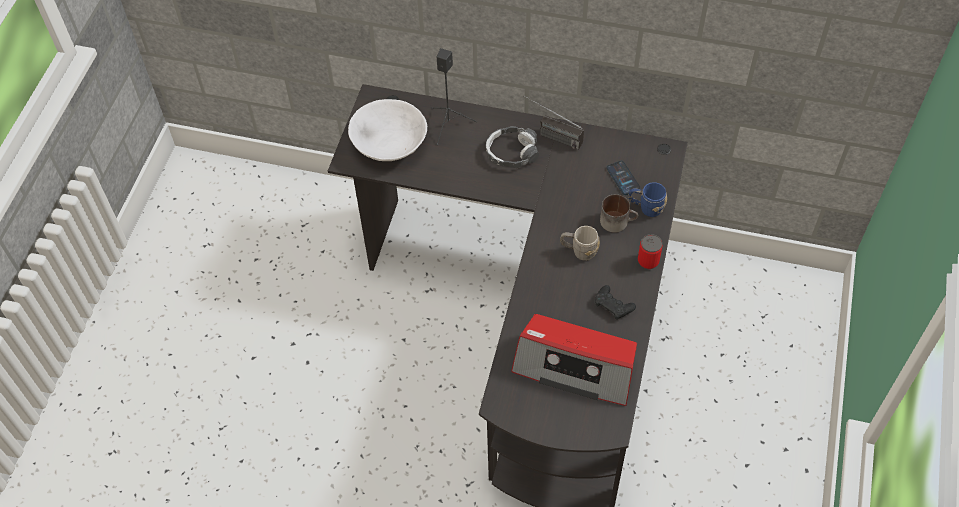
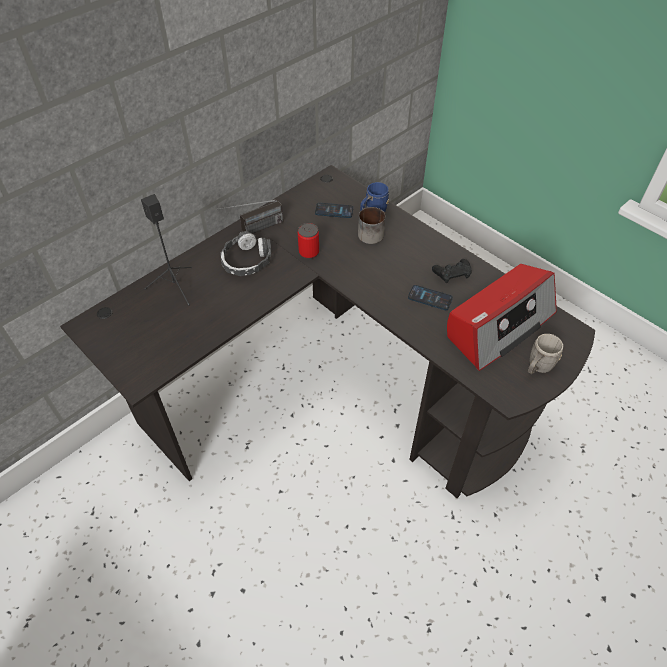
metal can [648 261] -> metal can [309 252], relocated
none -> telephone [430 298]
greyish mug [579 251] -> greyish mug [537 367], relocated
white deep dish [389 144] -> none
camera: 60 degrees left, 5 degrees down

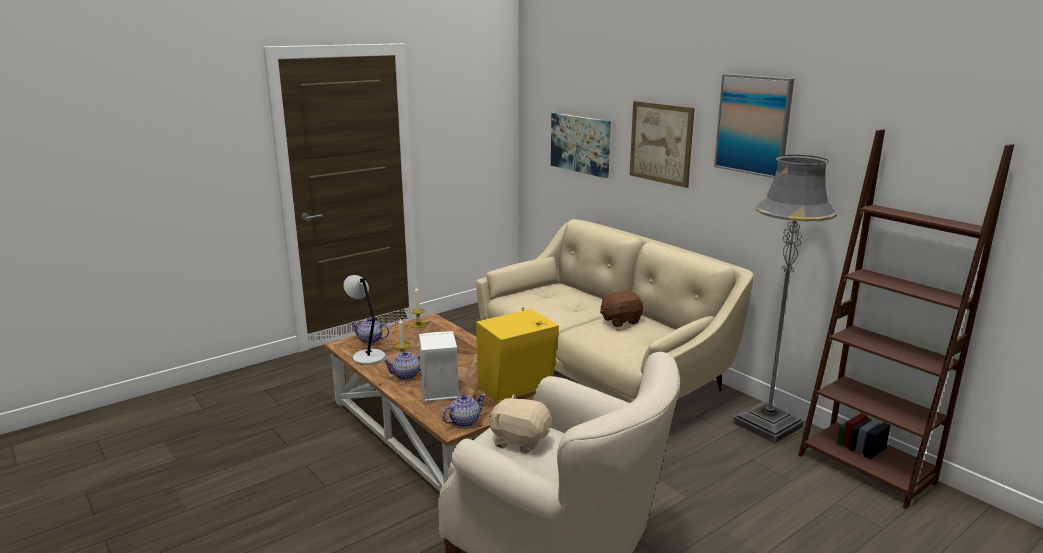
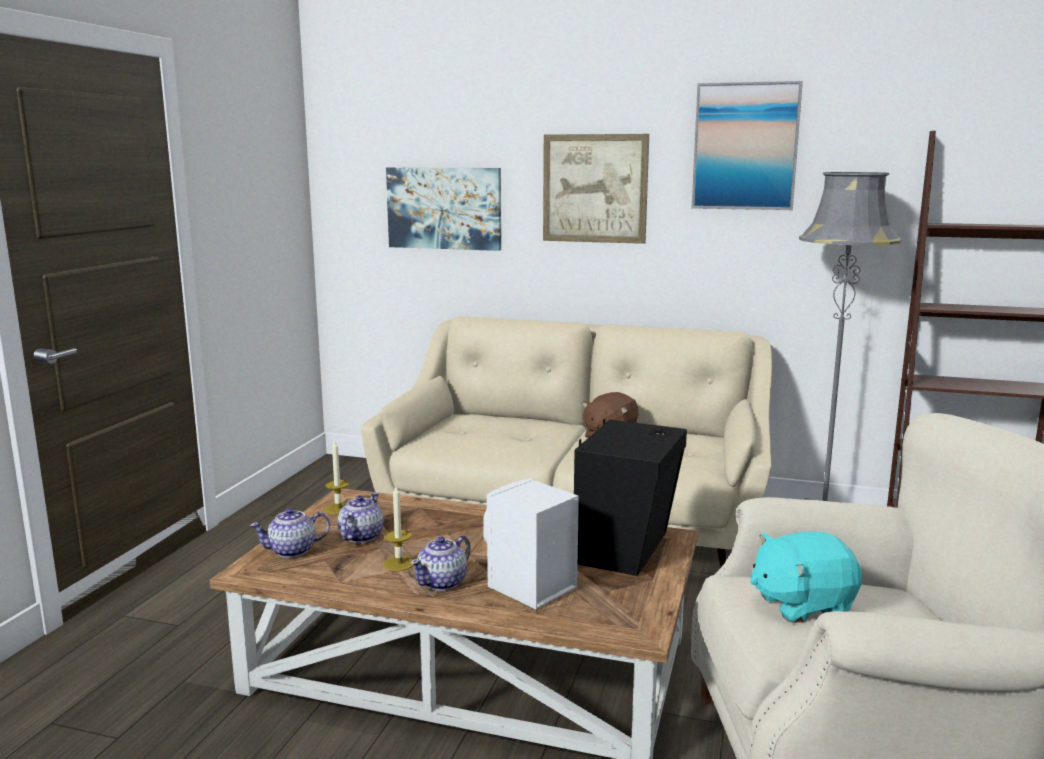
pot for tea [464 422] -> pot for tea [360 536], relocated
yellow loudspeaker [518 388] -> black-coloured loudspeaker [627 548]
sand-coloured soft toy [520 441] -> turquoise-coloured soft toy [801 604]
greyish tabletop lamp [367 357] -> none
camera: 35 degrees left, 5 degrees down

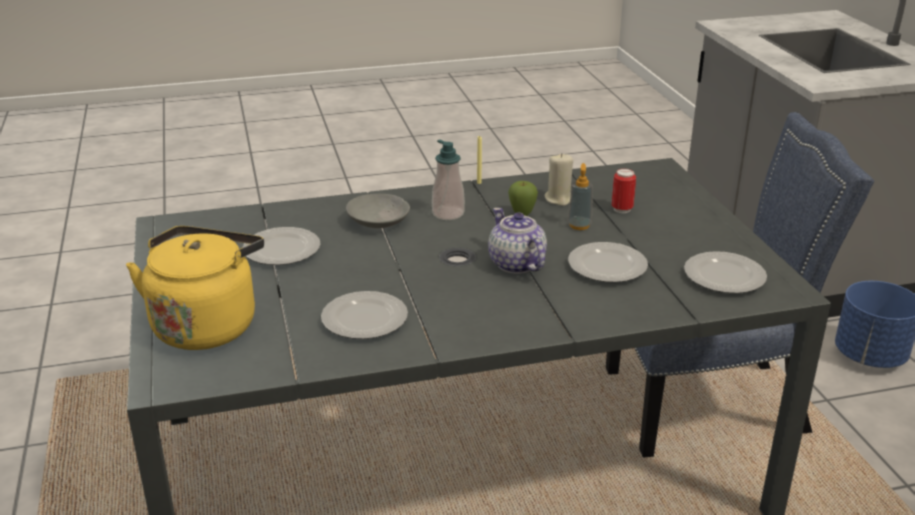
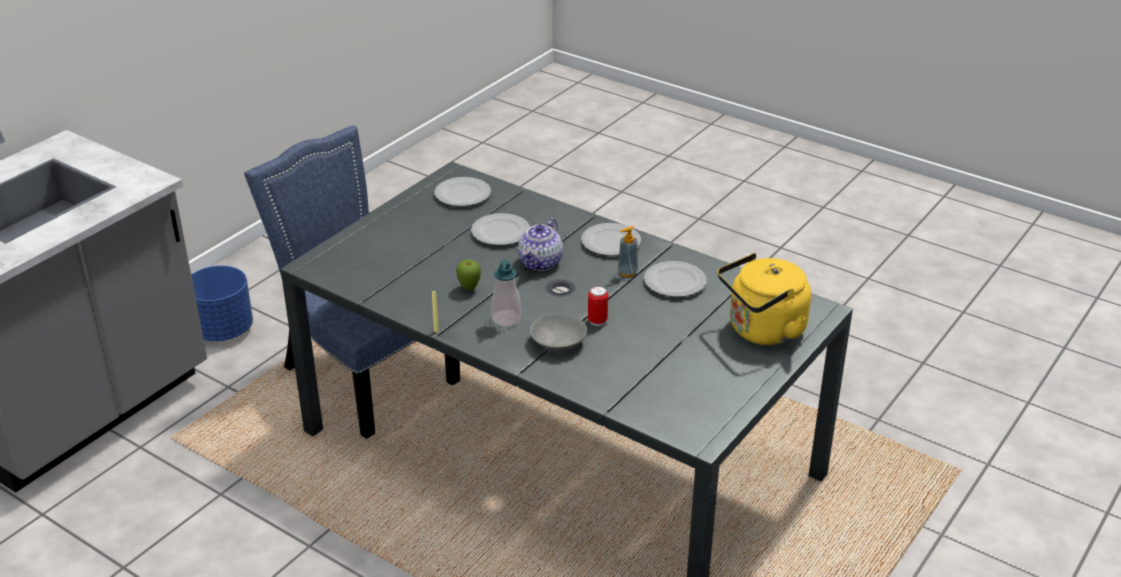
plate [281 250] -> plate [611 243], relocated
metal can [622 209] -> metal can [597 321], relocated
soap dispenser [579 225] -> soap dispenser [627 272], relocated
sand-coloured candle [559 199] -> none
camera: 130 degrees left, 5 degrees up

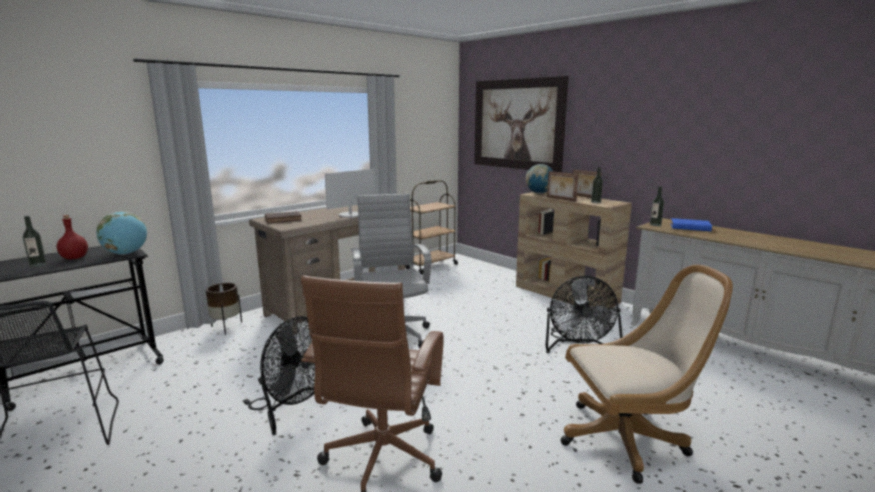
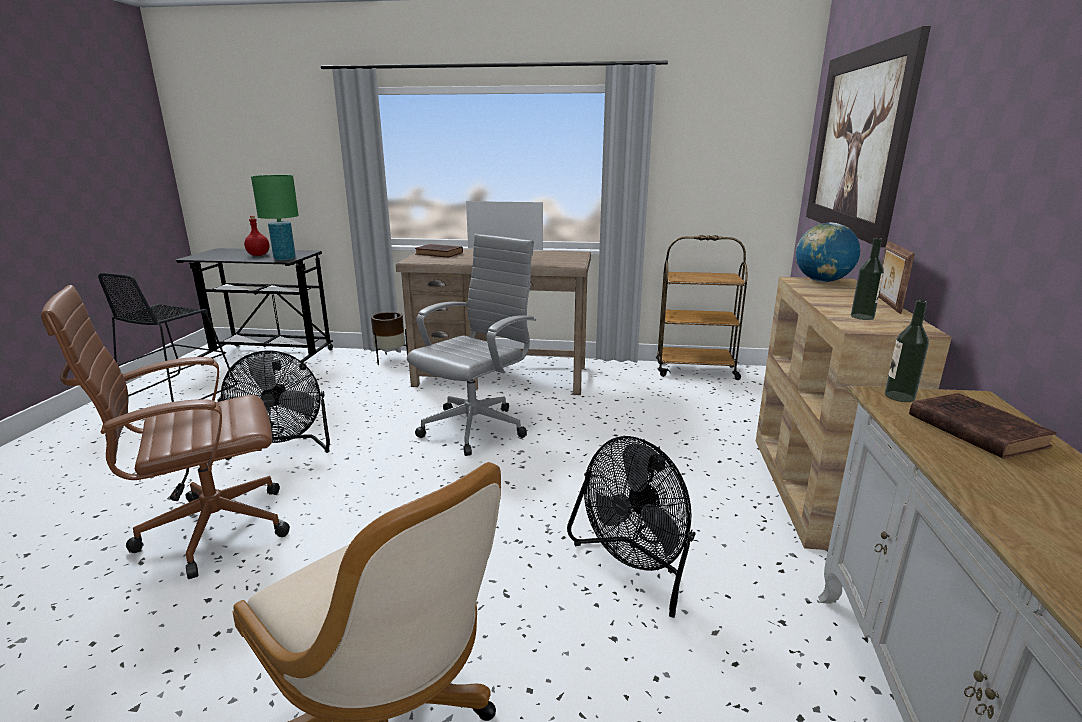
globe [126 253] -> green tabletop lamp [284 259]
bluish book [688 227] -> brown-coloured book [973 429]
drink bottle [38 265] -> none
standing frame [561 199] -> none
camera: 50 degrees right, 5 degrees up

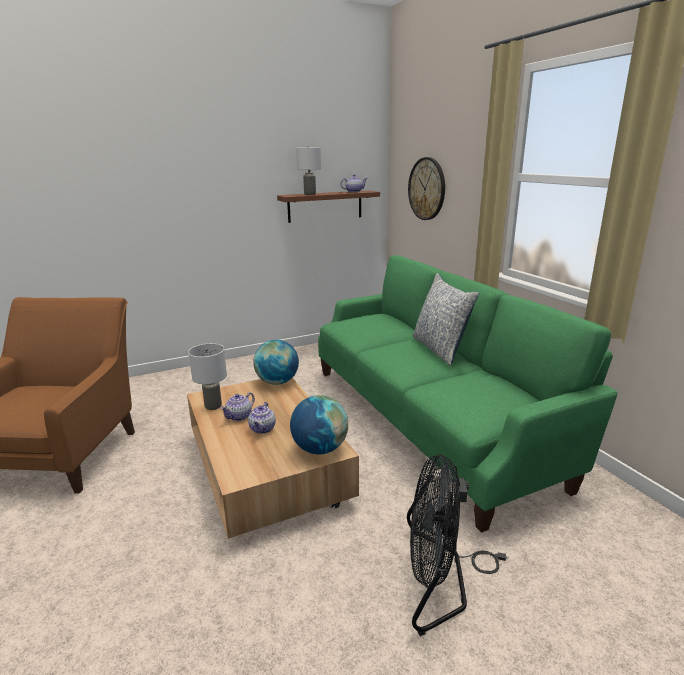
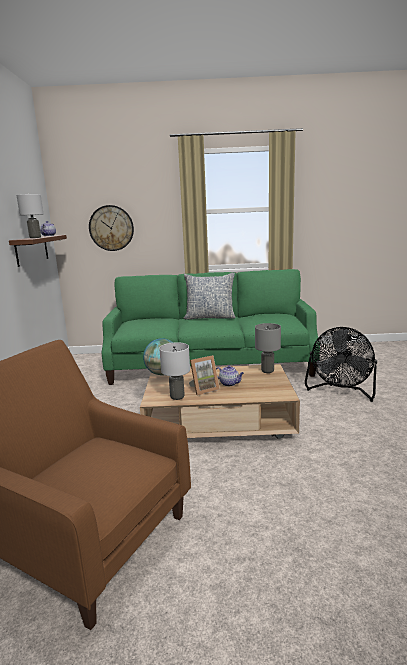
pot for tea [239 416] -> standing frame [204 389]
globe [320 449] -> greyish tabletop lamp [266 371]
camera: 65 degrees left, 5 degrees down

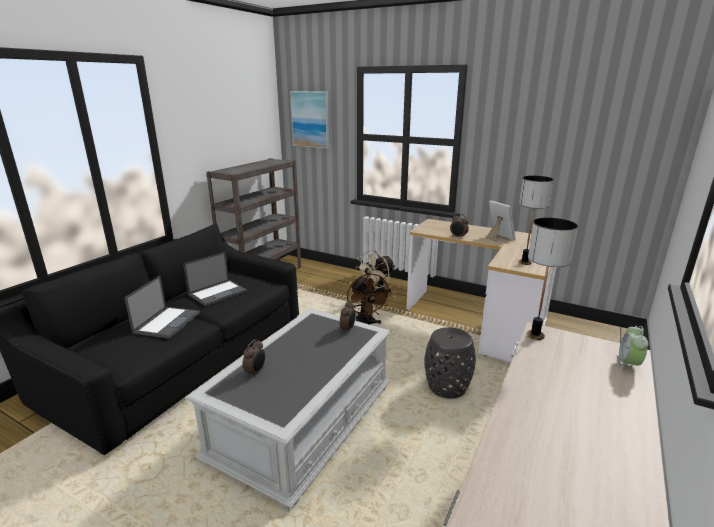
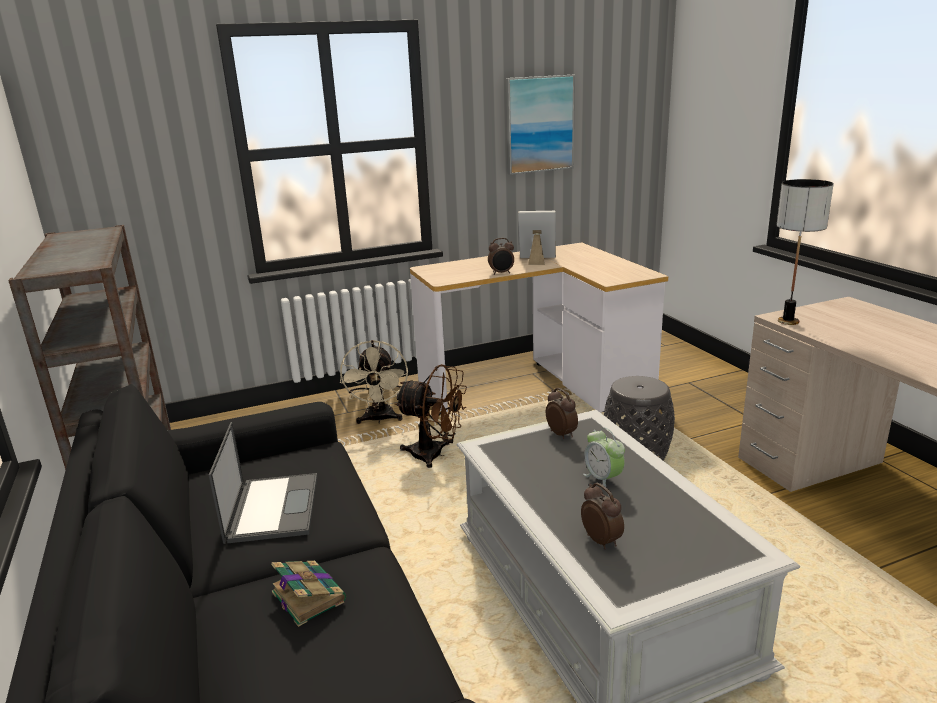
portable computer [167 322] -> book [307 595]
wall art [310 119] -> wall art [539 124], relocated
bedside clock [628 364] -> bedside clock [603 479], relocated
tabletop lamp [525 262] -> none
camera: 50 degrees left, 0 degrees up

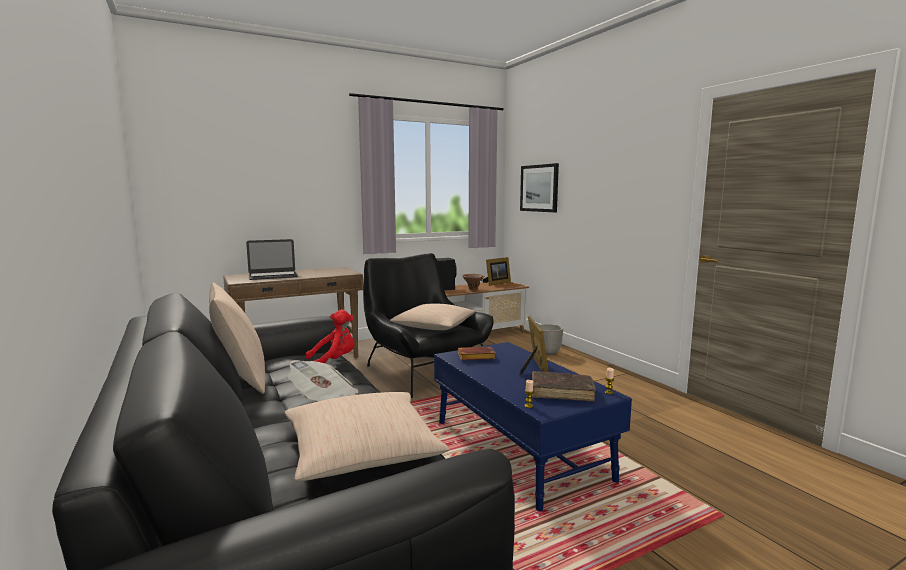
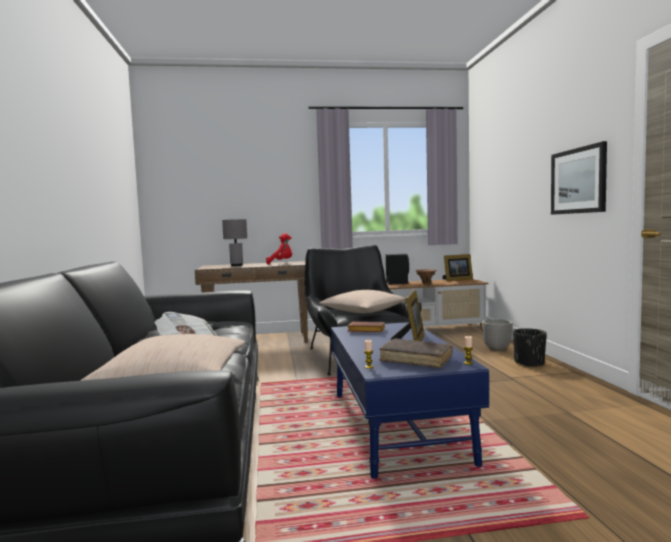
portable computer [273 276] -> greyish tabletop lamp [237 265]
red soft toy [334 361] -> red soft toy [280 263], relocated
none -> black-coloured flower pot [529 363]
wall art [539 188] -> wall art [578 181], relocated
sand-coloured throw pillow [240 379] -> none
camera: 20 degrees right, 5 degrees down

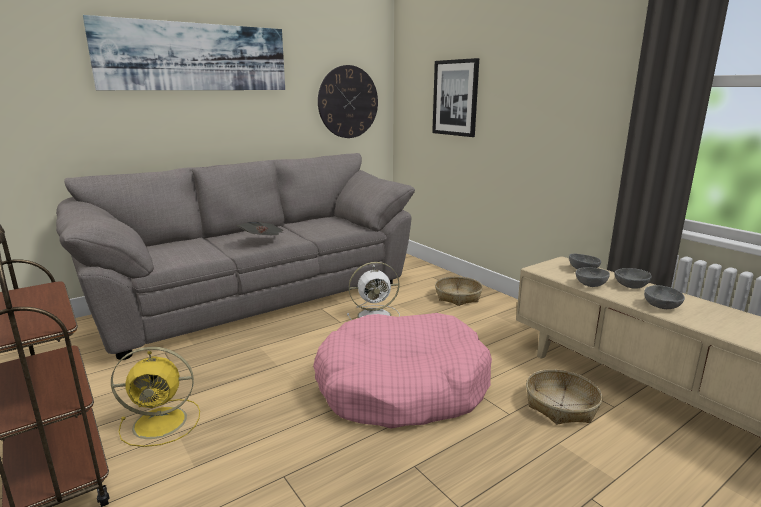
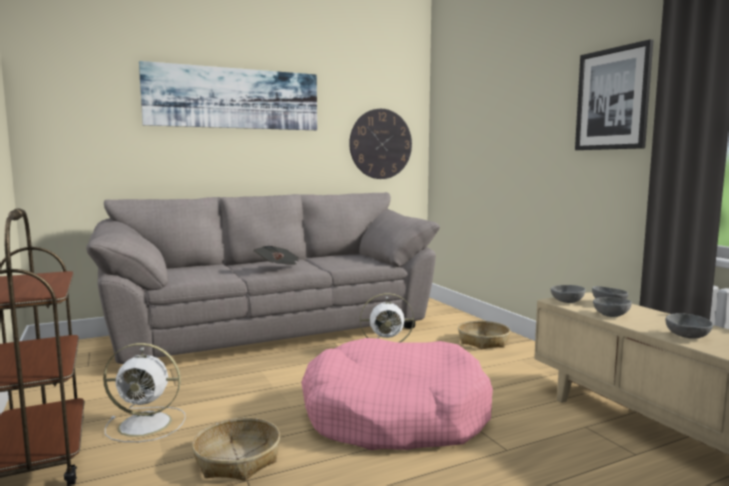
yellow electric fan [162 422] -> white electric fan [147 424]
storage basket [561 405] -> storage basket [237 460], relocated
greyish deep dish [630 286] -> greyish deep dish [566 301], relocated
wall art [455 98] -> wall art [612 99], relocated
camera: 10 degrees right, 10 degrees down

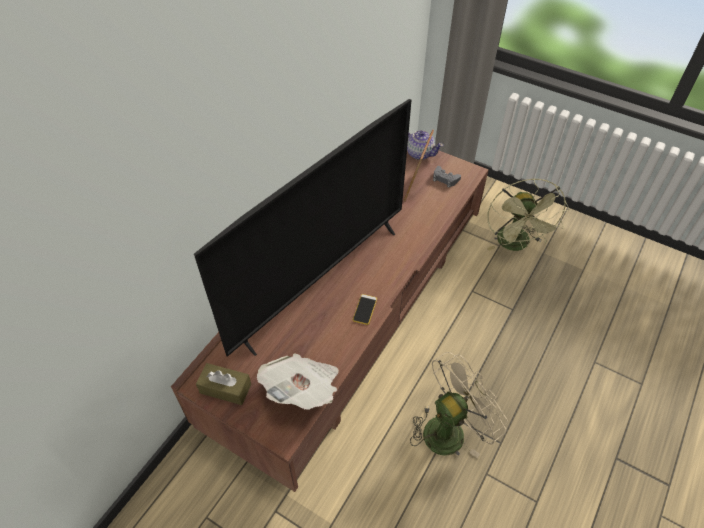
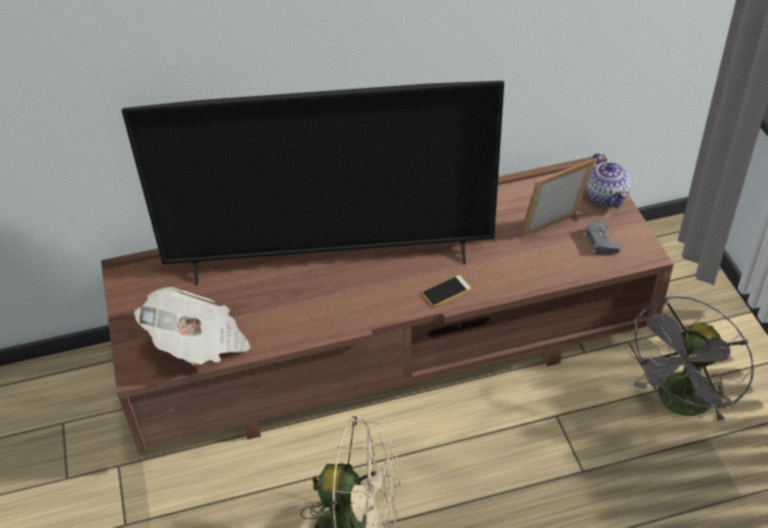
telephone [364 309] -> telephone [446 291], relocated
green electric fan [516 245] -> greyish electric fan [680 405]
brown-coloured tissue holder [225 388] -> none
camera: 45 degrees right, 5 degrees down

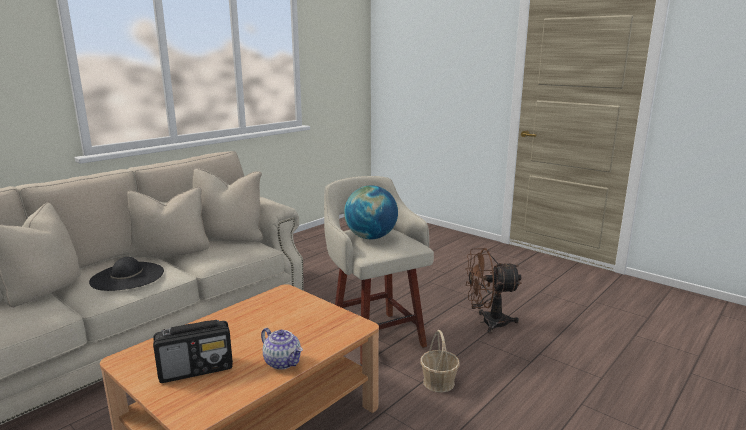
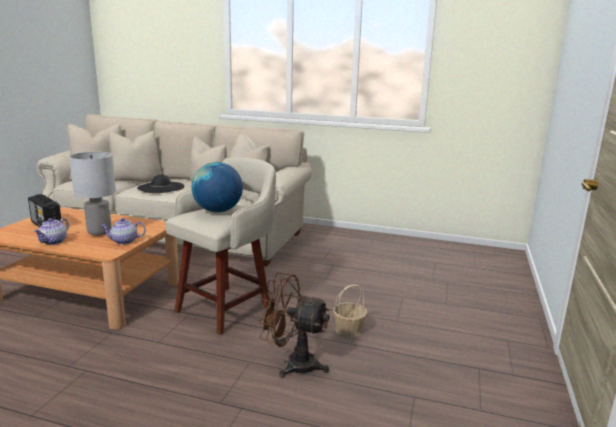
none -> greyish tabletop lamp [100 233]
none -> pot for tea [124 241]
brown-coloured electric fan [487 322] -> brown-coloured electric fan [293 364], 45 degrees counterclockwise
storage basket [439 382] -> storage basket [349 330], relocated
camera: 65 degrees right, 0 degrees up

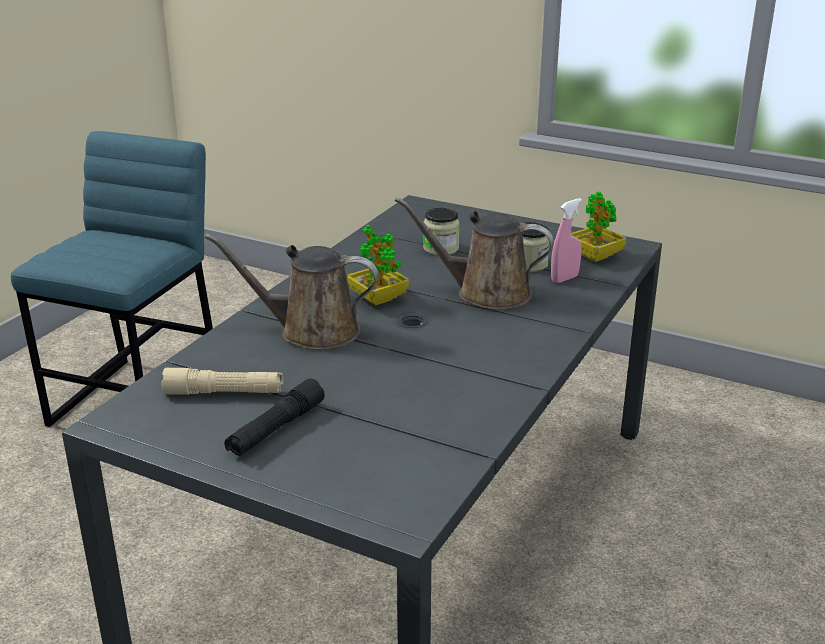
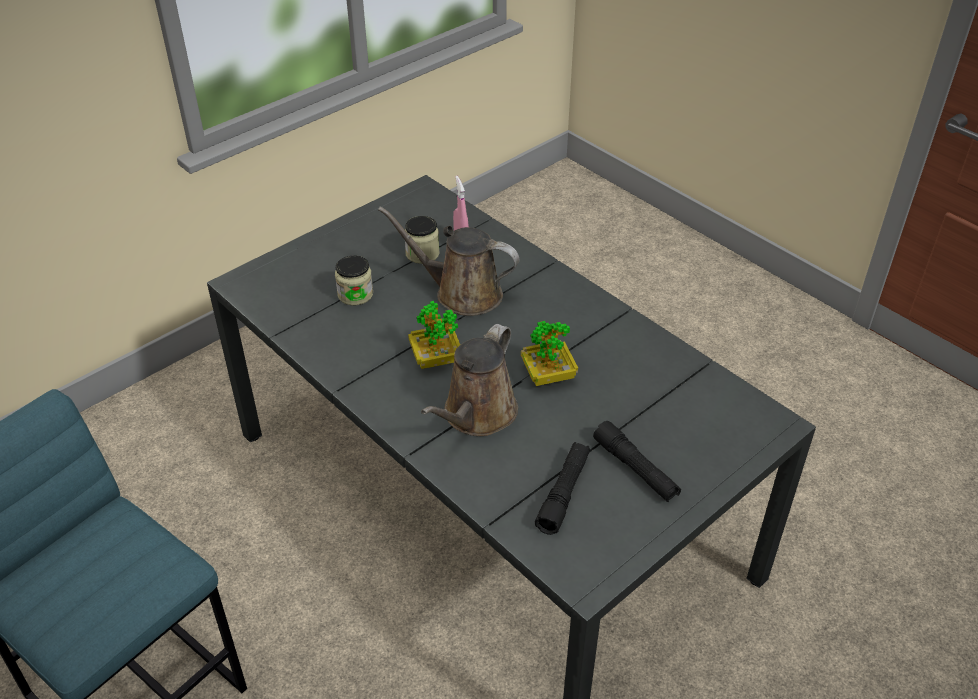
brown-coloured watering pot [486 293] -> brown-coloured watering pot [462 293], 75 degrees clockwise
potted plant [595 256] -> potted plant [548 375], relocated
sand-coloured flashlight [224 393] -> black-coloured flashlight [563 493]
camera: 70 degrees left, 15 degrees up

